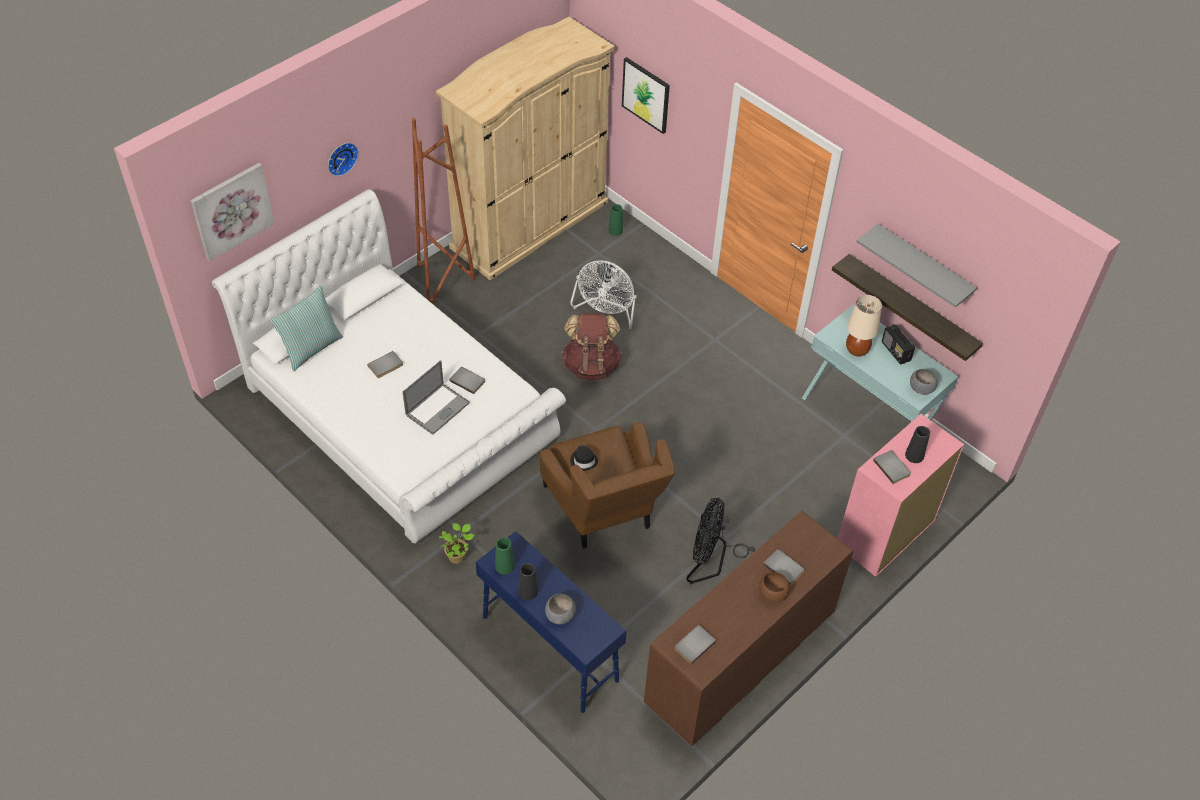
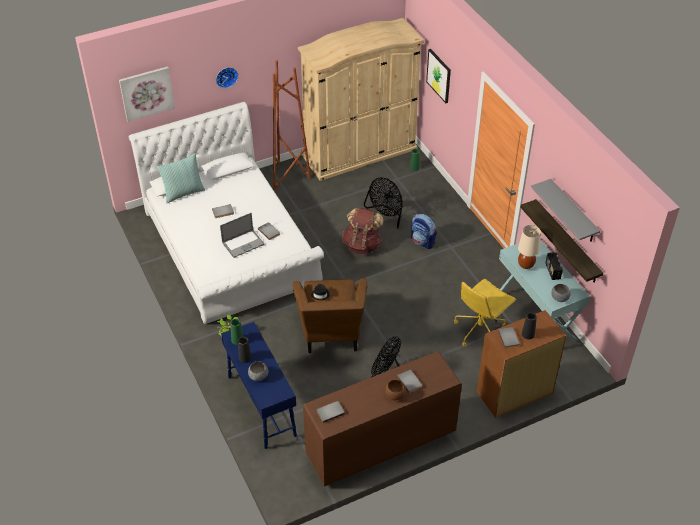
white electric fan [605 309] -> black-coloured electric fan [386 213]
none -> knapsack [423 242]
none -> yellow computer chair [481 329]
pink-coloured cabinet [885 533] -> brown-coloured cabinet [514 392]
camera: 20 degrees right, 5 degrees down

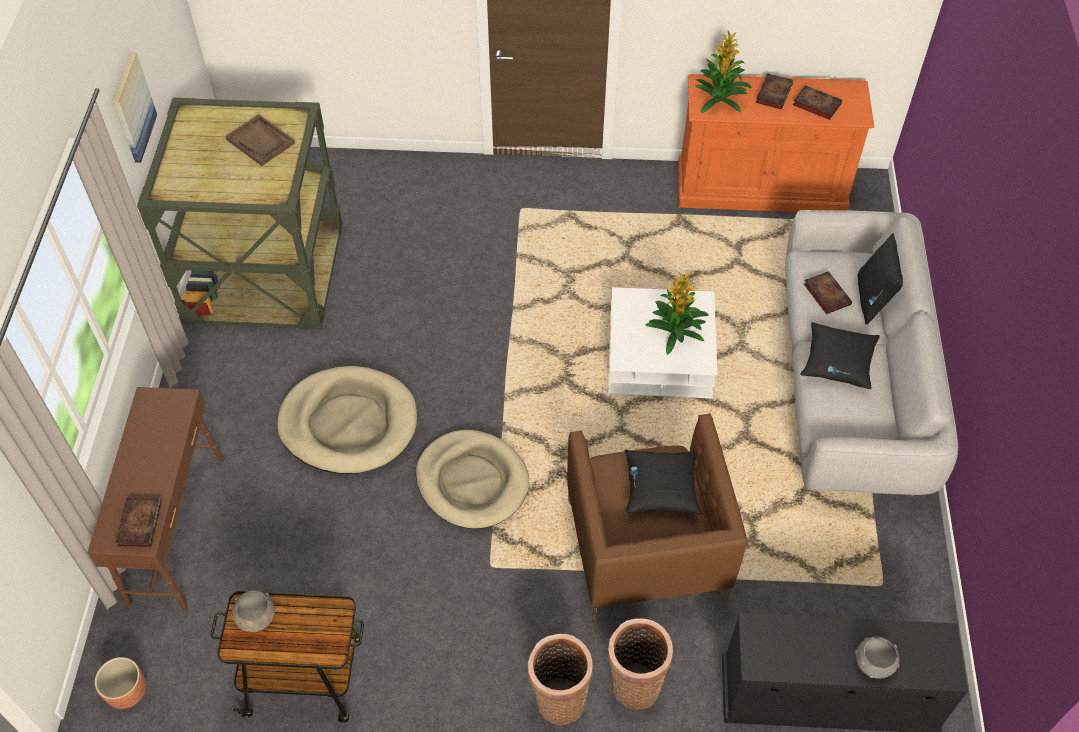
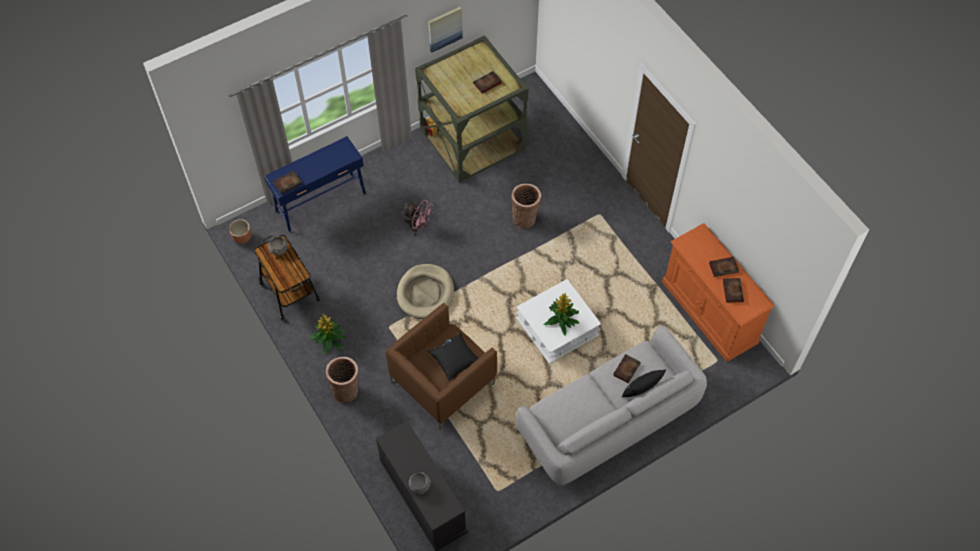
brown-coloured console table [178 529] -> bluish console table [321 202]
potted plant [720 99] -> potted plant [329 340], relocated
sand-coloured dog cushion [348 423] -> pink-coloured electric fan [418 227]
brown-coloured tray [261 141] -> book [487 84]
storage basket [635 682] -> storage basket [525 218], relocated
black-coloured throw pillow [837 363] -> none
camera: 55 degrees right, 5 degrees up

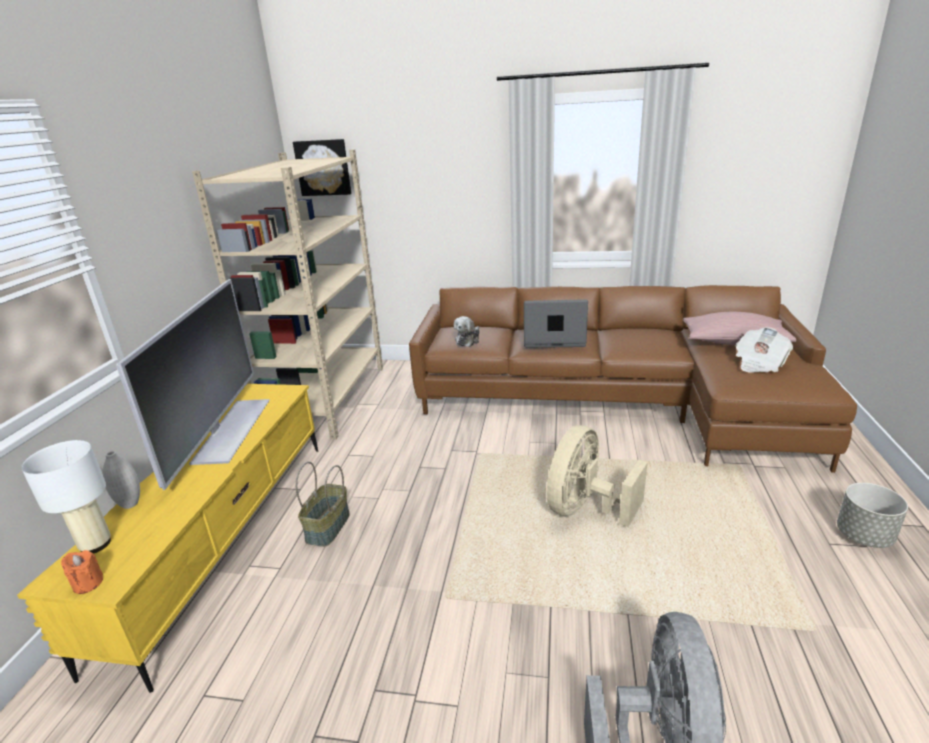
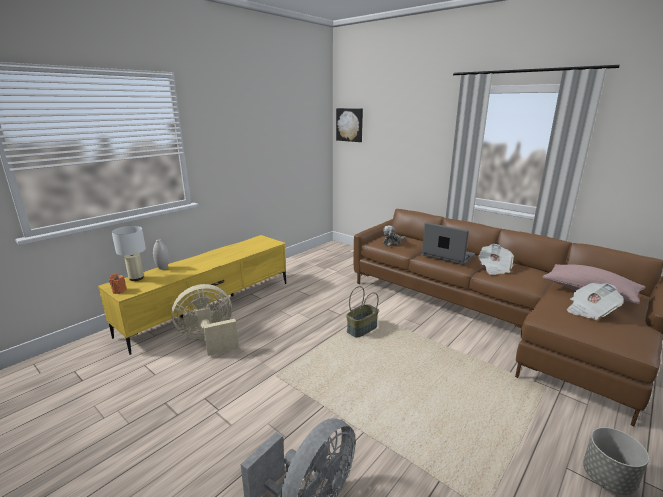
sand-coloured electric fan [585 509] -> sand-coloured electric fan [209 340], relocated
storage basket [328 527] -> storage basket [362 329], relocated
none -> daily paper [494 268]
television [230 430] -> none
sand-coloured shelving unit [326 399] -> none
camera: 30 degrees right, 5 degrees down

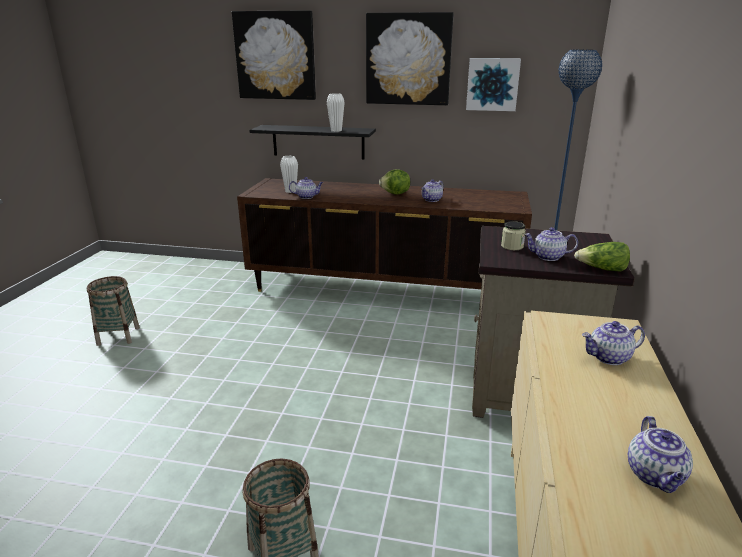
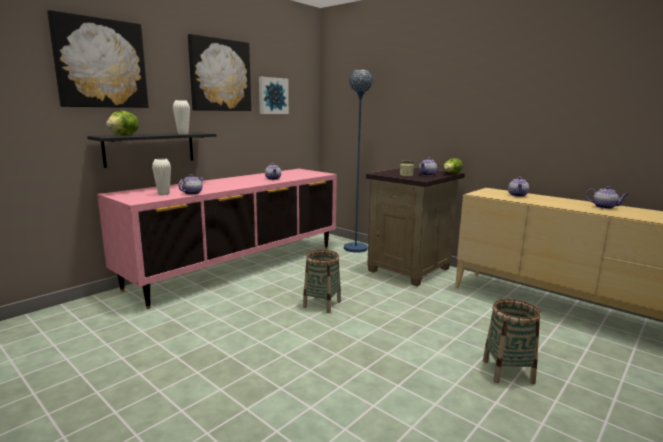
brown-coloured cabinet [383 290] -> pink-coloured cabinet [238 266]
head of lettuce [395 194] -> head of lettuce [124 135], relocated
storage basket [118 336] -> storage basket [322 304], relocated
camera: 60 degrees left, 10 degrees down

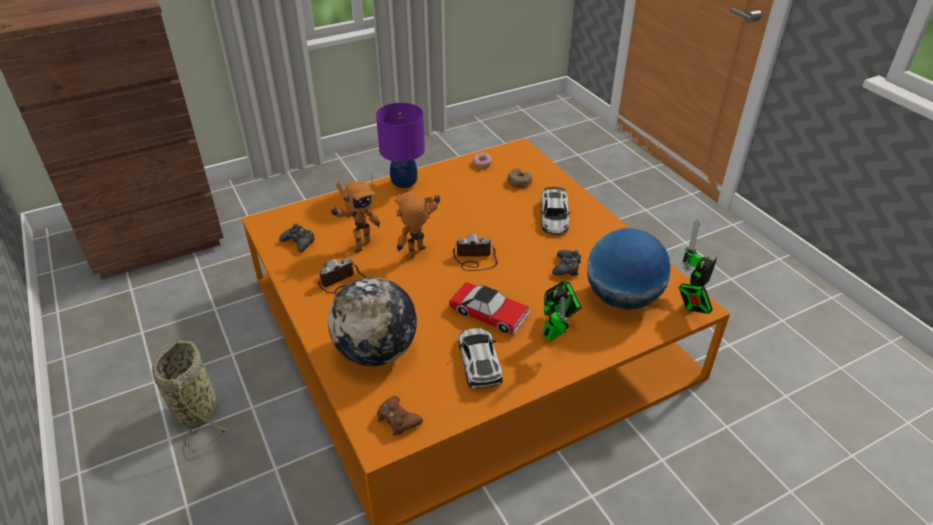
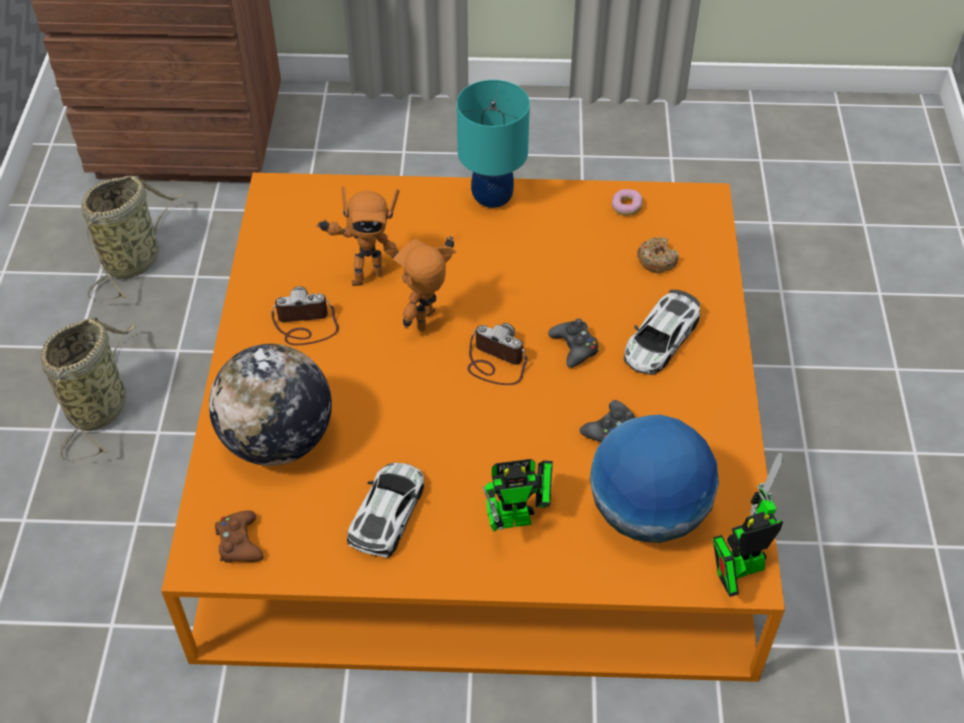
none -> storage basket [135 259]
robot figure [420 254] -> robot figure [431 322], 45 degrees counterclockwise
purple-coloured tabletop lamp [405 183] -> turquoise-coloured tabletop lamp [494 197]
black-coloured gamepad [299 242] -> black-coloured gamepad [574 347], relocated
miniature car [489 313] -> none
camera: 30 degrees right, 10 degrees up

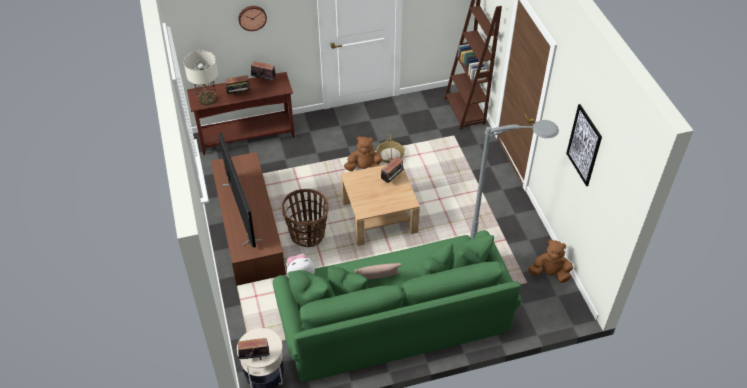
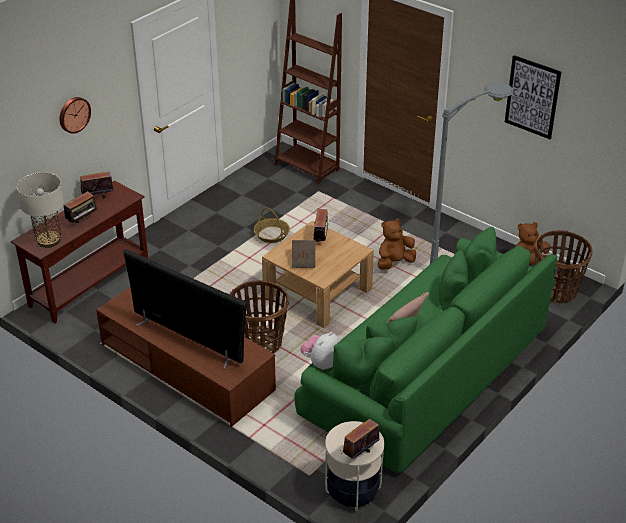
none -> brown-coloured book [303 260]
brown-coloured soft toy [364 168] -> brown-coloured soft toy [394 263], relocated
none -> storage basket [556 290]
camera: 35 degrees left, 10 degrees down

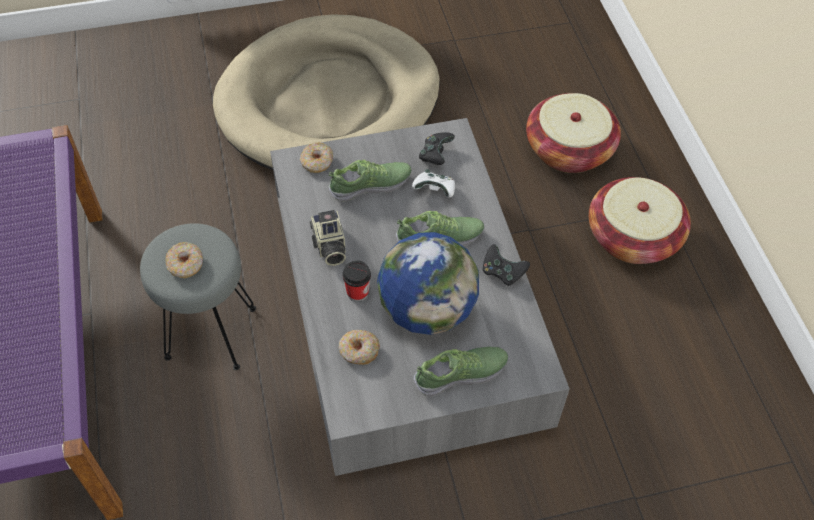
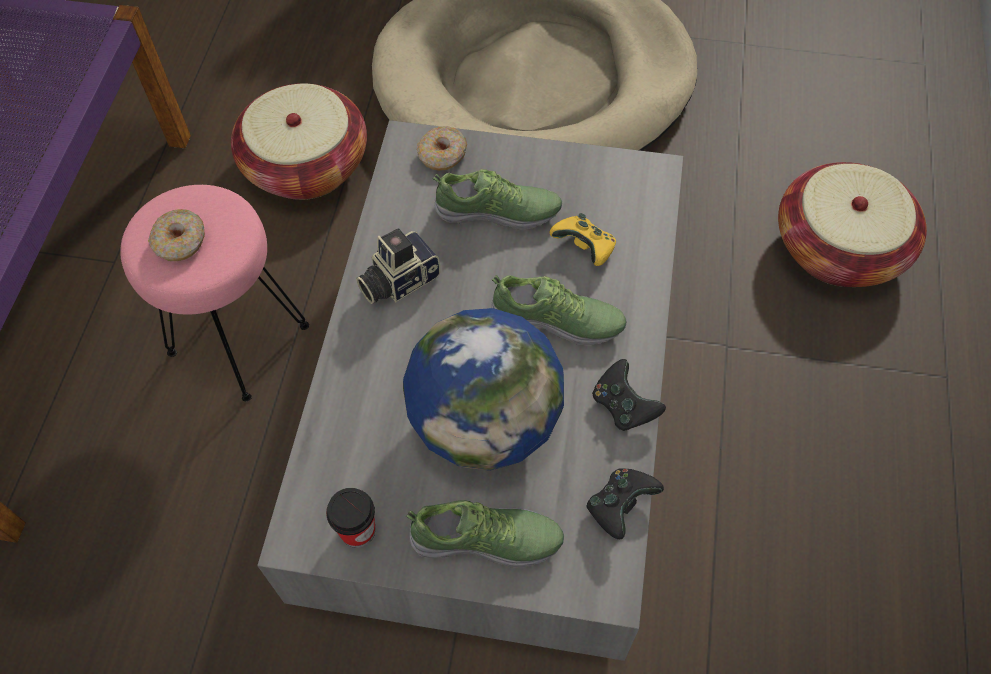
greyish stool [210 334] -> pink-coloured stool [237 341]
storage basket [632 237] -> storage basket [306 166], relocated
drinking cup [357 292] -> drinking cup [357 530], relocated
photo camera [329 246] -> photo camera [398 280], 45 degrees clockwise
white gamepad [435 190] -> yellow gamepad [585 248]
black-coloured gamepad [435 155] -> black-coloured gamepad [620 506], relocated
donut [359 351] -> none
camera: 25 degrees right, 5 degrees up

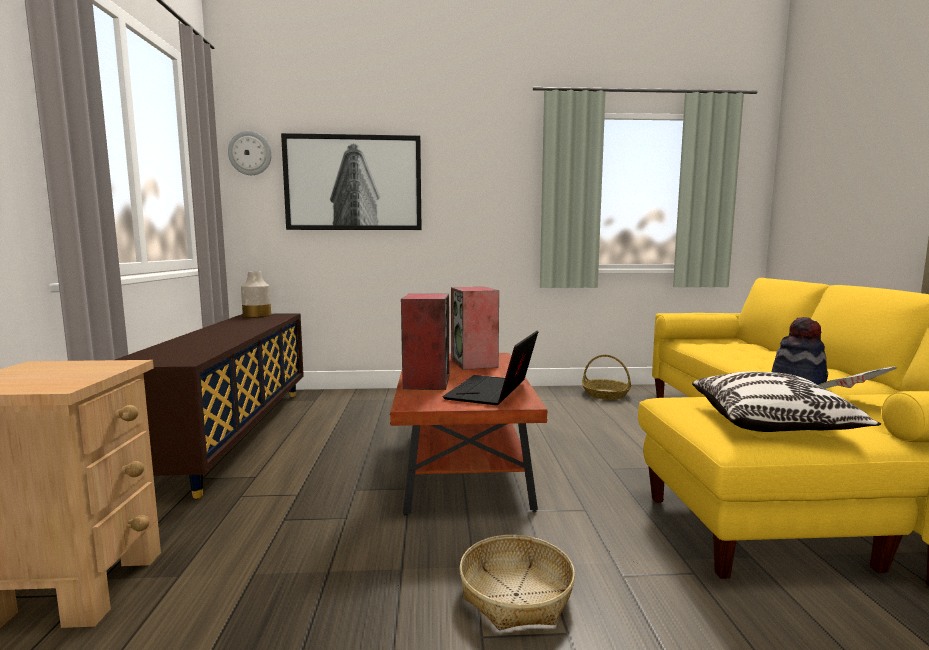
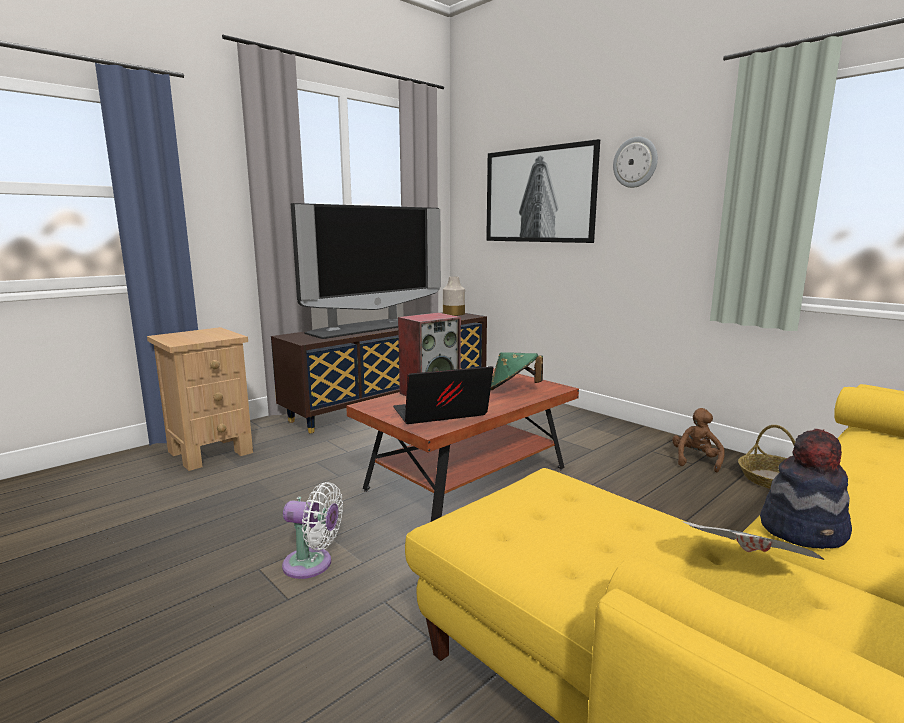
storage basket [515 595] -> white electric fan [312 564]
none -> television [368 327]
loudspeaker [475 363] -> green wearable hat [513 389]
hanging clock [250 153] -> hanging clock [635 162], relocated
none -> brown-coloured soft toy [696 460]
throw pillow [772 424] -> none
camera: 50 degrees right, 5 degrees up

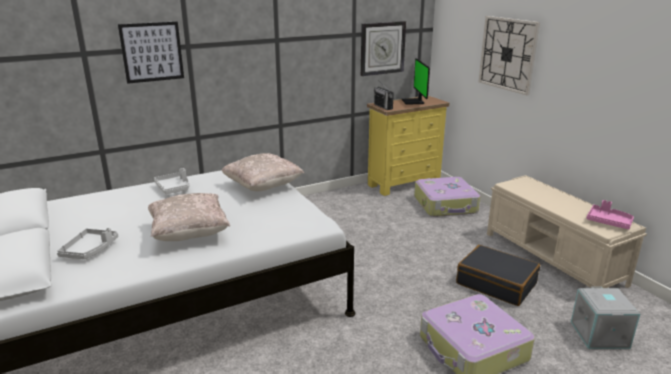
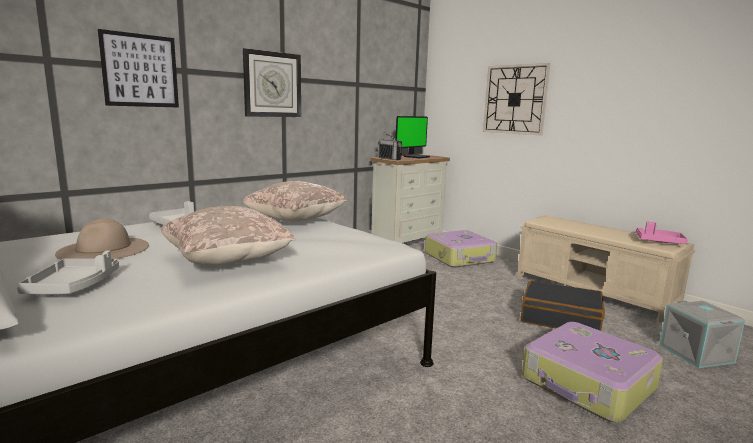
none -> sand-coloured wearable hat [104 249]
hanging clock [382 48] -> hanging clock [272 84], relocated
yellow chest of drawers [404 184] -> white chest of drawers [407 243]
computer display [414 102] -> computer display [415 157], 120 degrees counterclockwise
camera: 15 degrees left, 10 degrees down

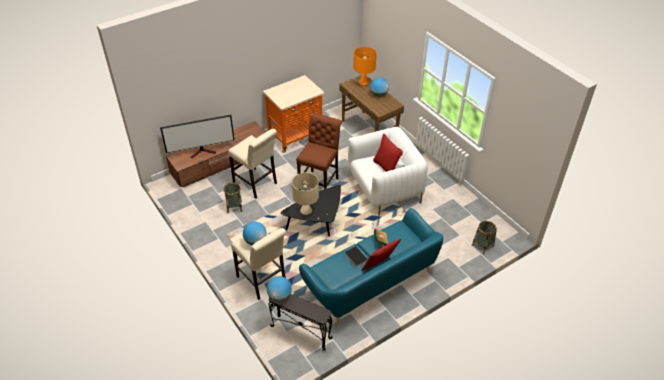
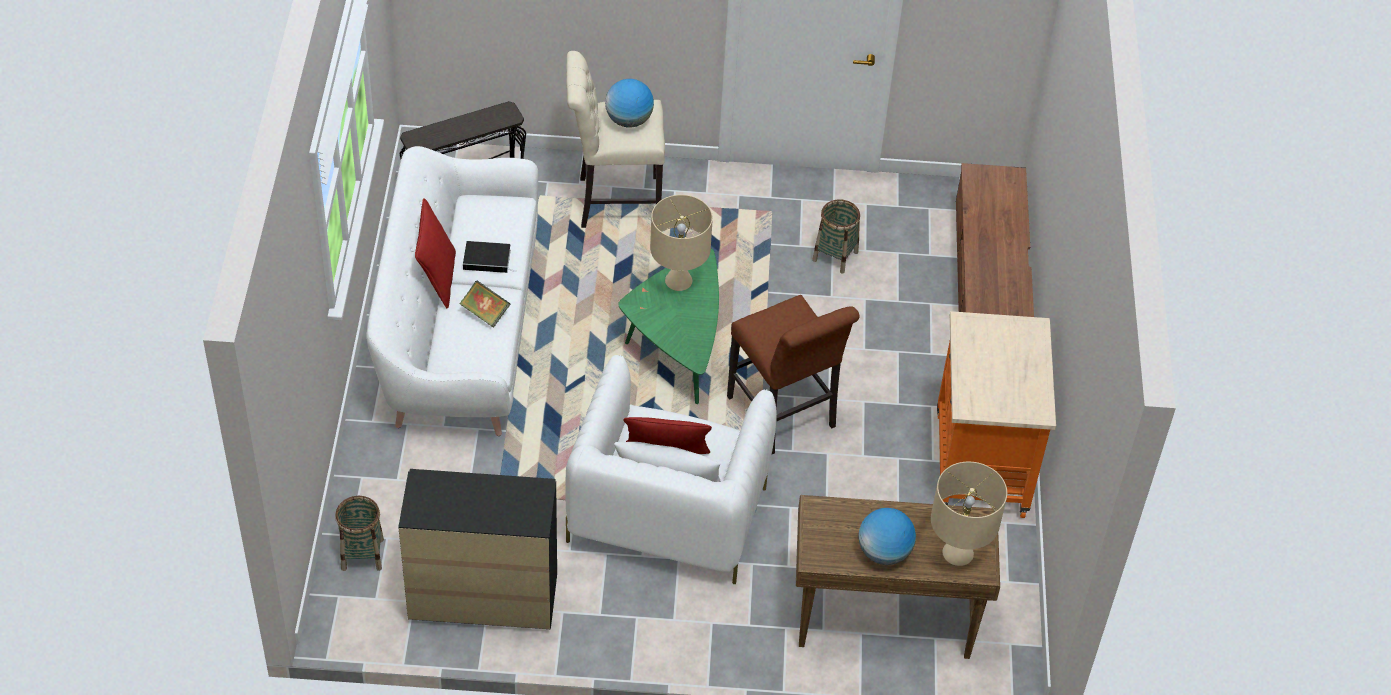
turquoise-coloured settee [372 283] -> white settee [460 333]
none -> black-coloured chest of drawers [482 598]
black-coloured lounge table [317 223] -> green lounge table [677 347]
orange-coloured tabletop lamp [363 83] -> sand-coloured tabletop lamp [957 555]
television [203 152] -> none
sand-coloured stool [256 185] -> none
globe [279 296] -> none
camera: 125 degrees right, 5 degrees up

